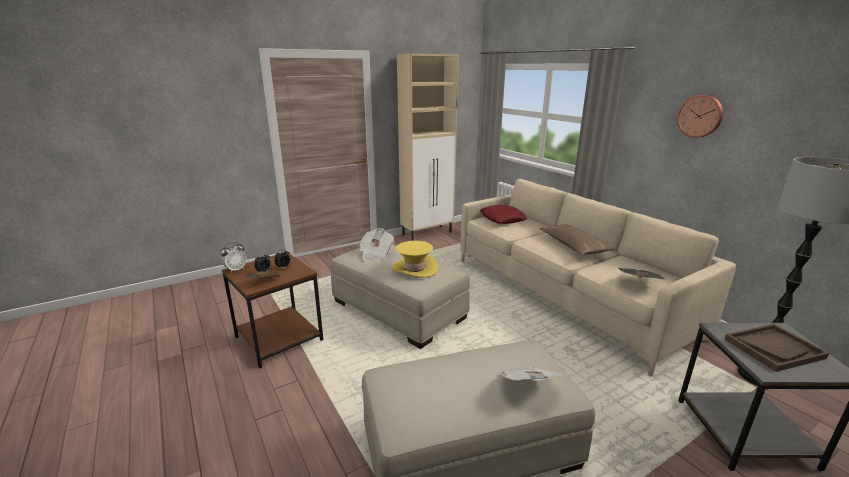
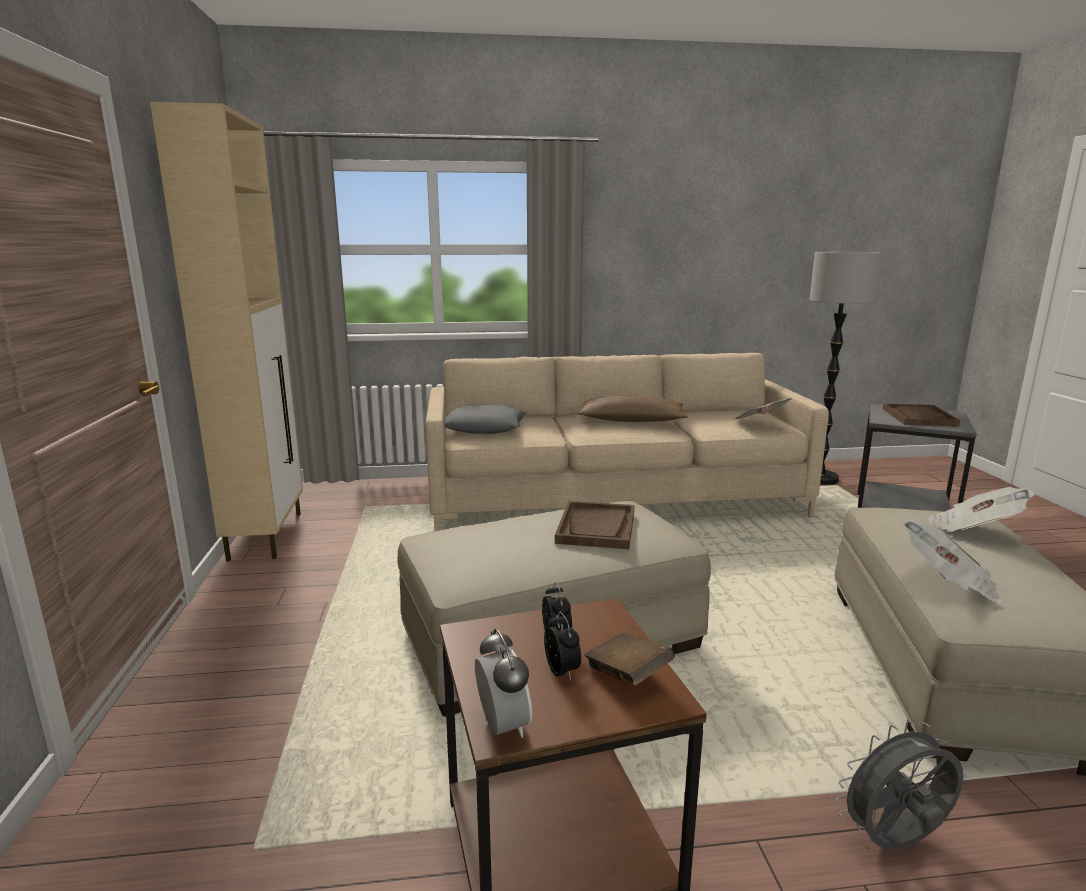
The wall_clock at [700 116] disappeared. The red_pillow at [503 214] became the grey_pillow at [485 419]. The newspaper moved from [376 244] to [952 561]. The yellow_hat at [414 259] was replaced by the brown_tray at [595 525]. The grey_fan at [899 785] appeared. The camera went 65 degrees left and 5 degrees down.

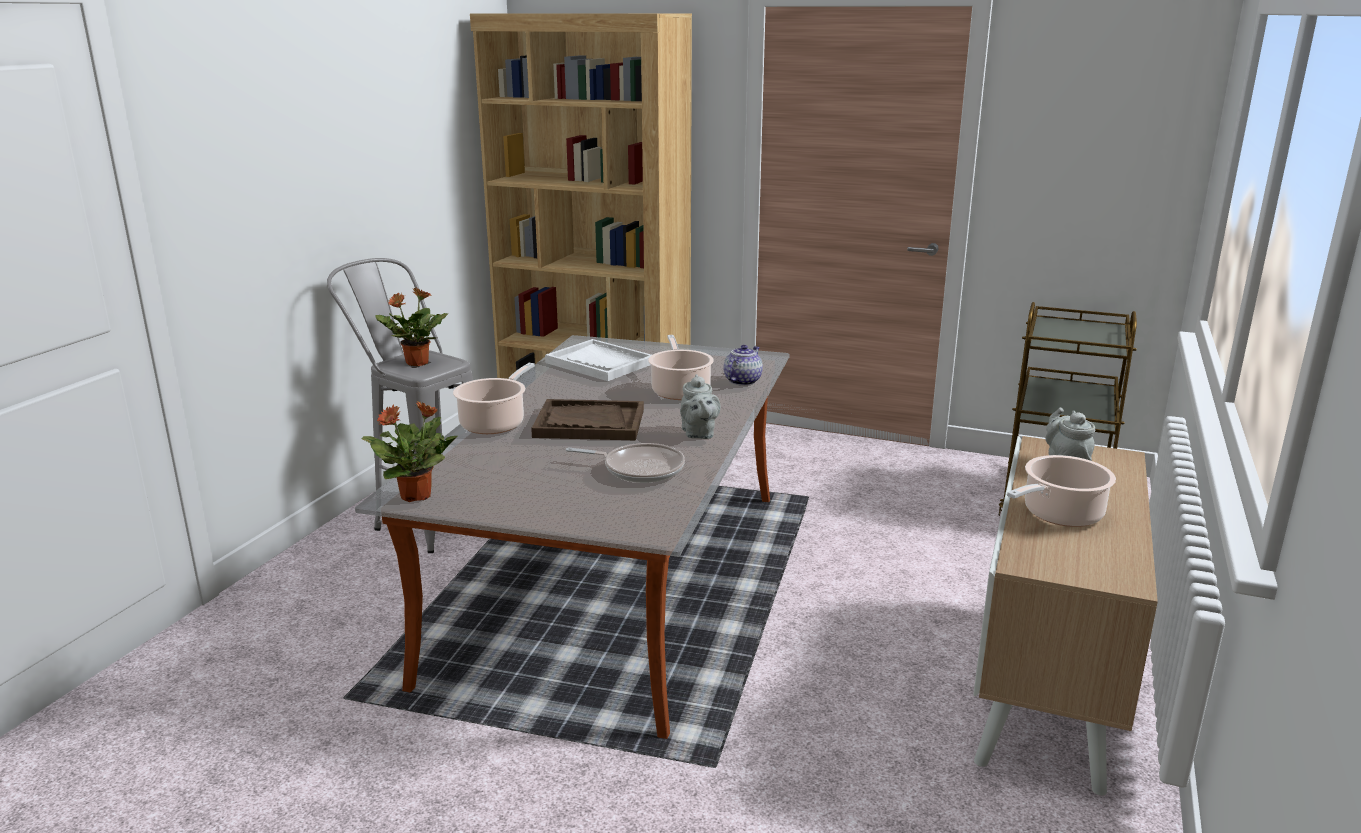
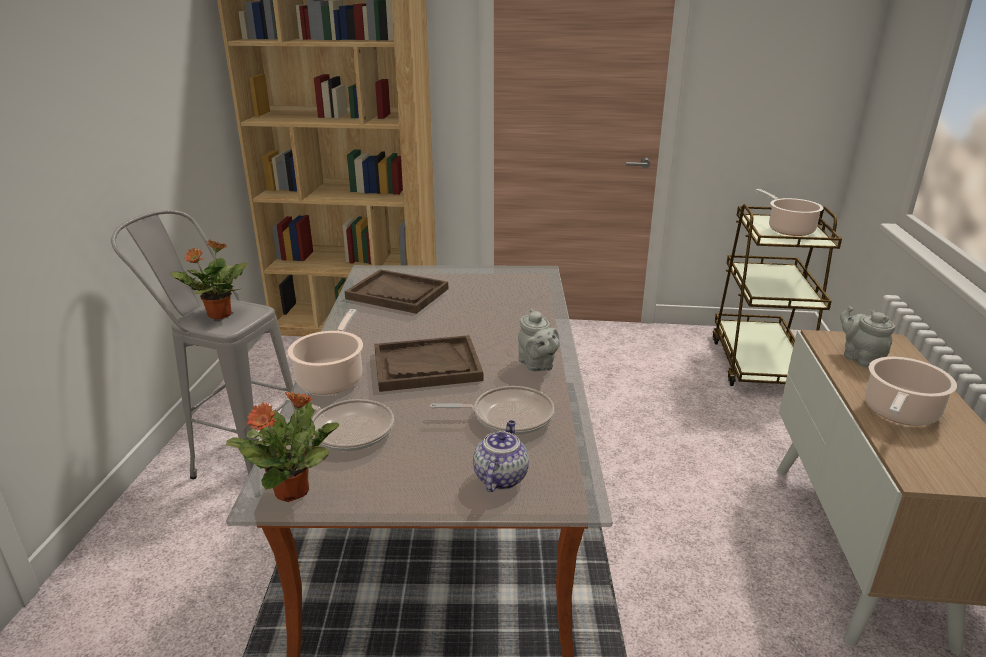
The cooking_pot moved from [681 367] to [789 212]. The white_tray at [598 360] became the brown_tray at [396 291]. The teapot moved from [743 365] to [501 456]. The frying_pan at [340 424] appeared. The camera went 15 degrees left and 5 degrees up.

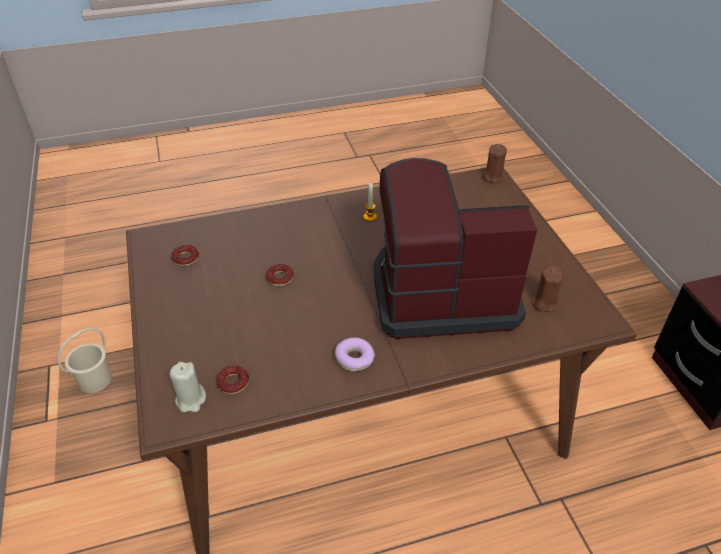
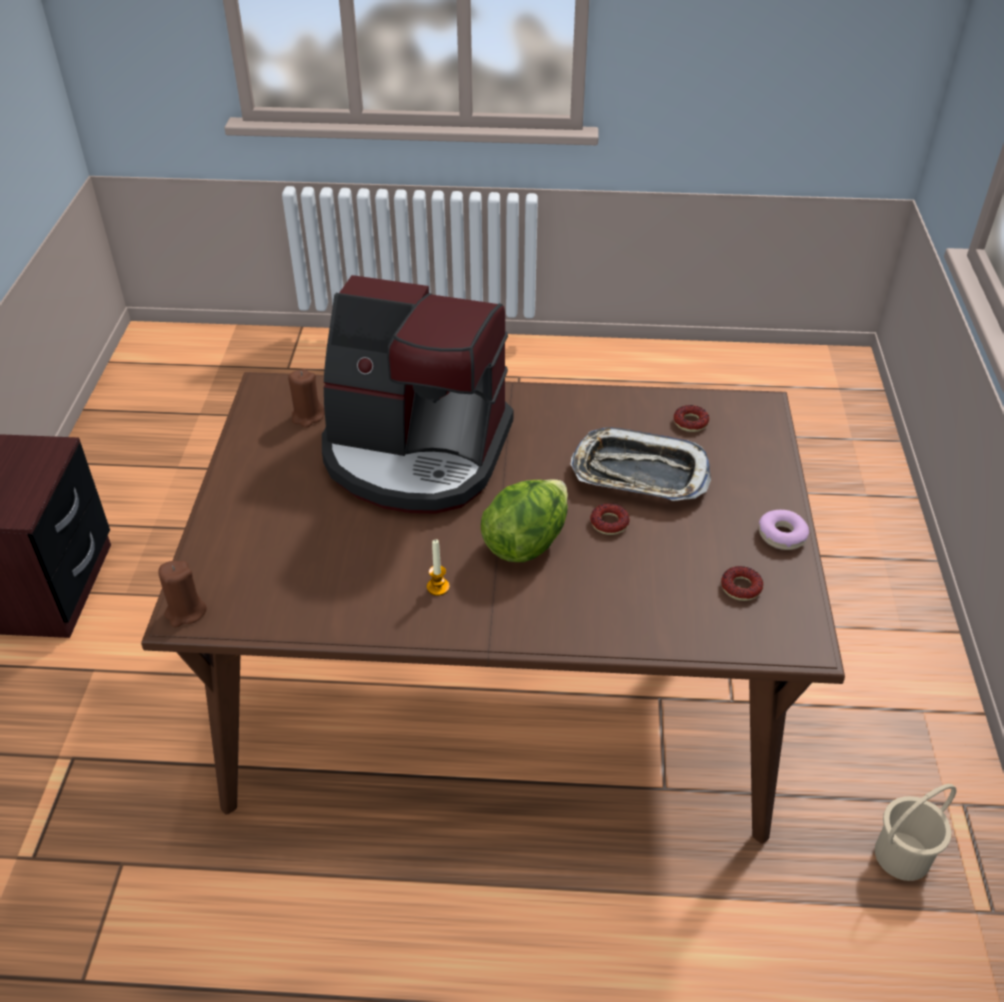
The donut moved from [355 354] to [784 530]. The beige_candle at [188 387] disappeared. The tray at [641 464] appeared. The lettuce at [524 520] appeared. The camera went 160 degrees left and 0 degrees up.

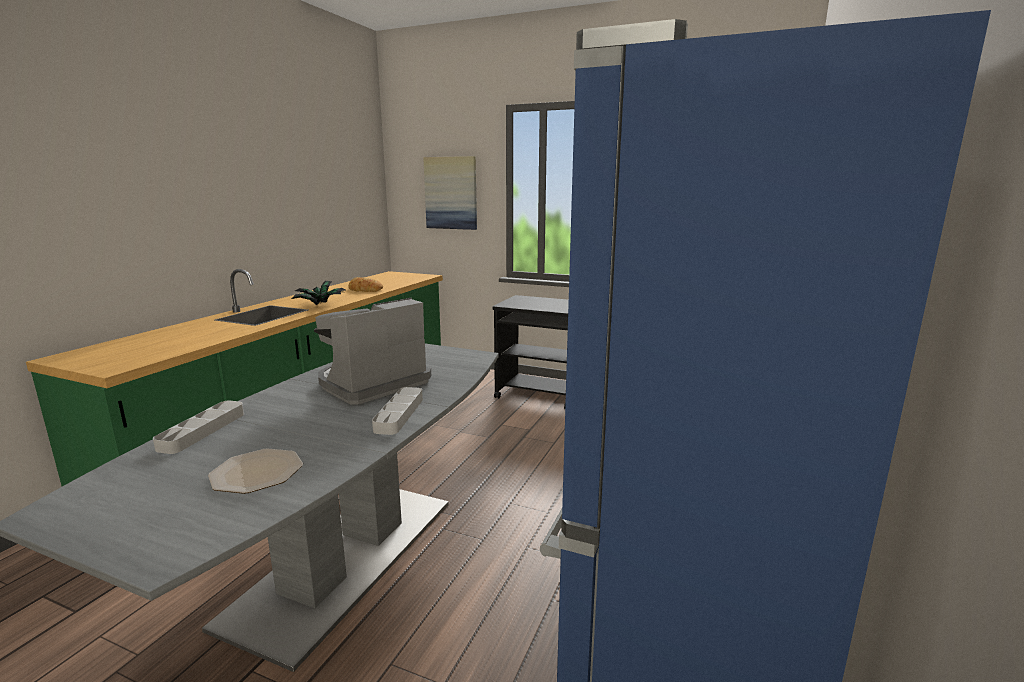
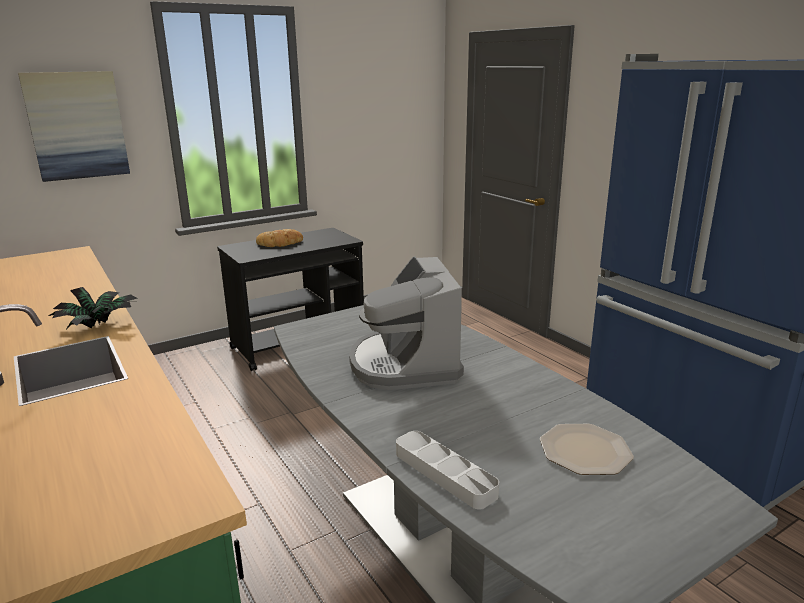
The bread moved from [366 284] to [279 238]. The grey_tray at [397 411] disappeared. The camera went 55 degrees left and 5 degrees up.

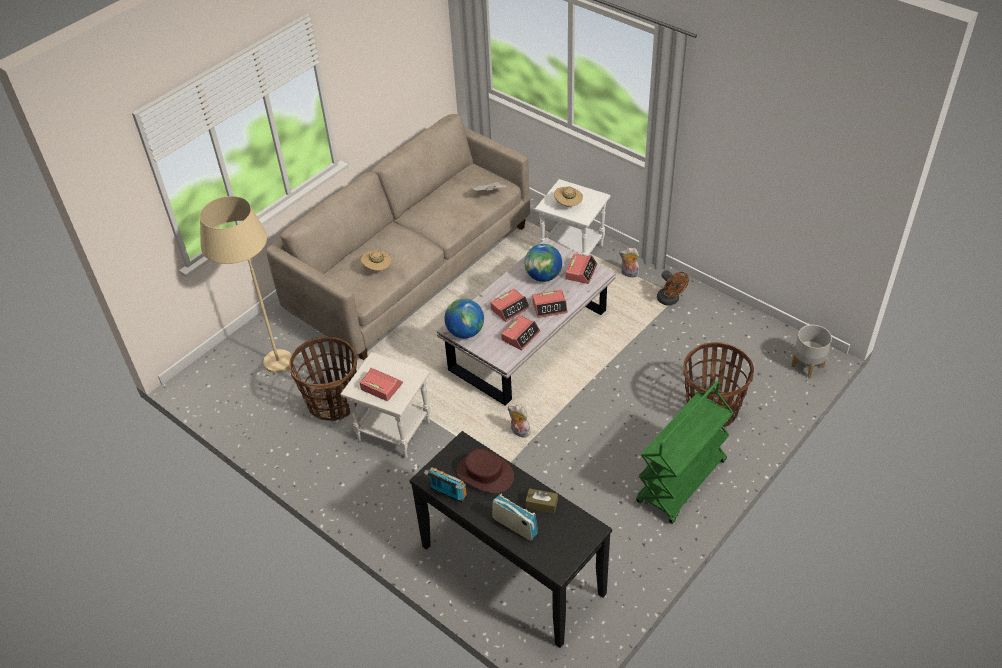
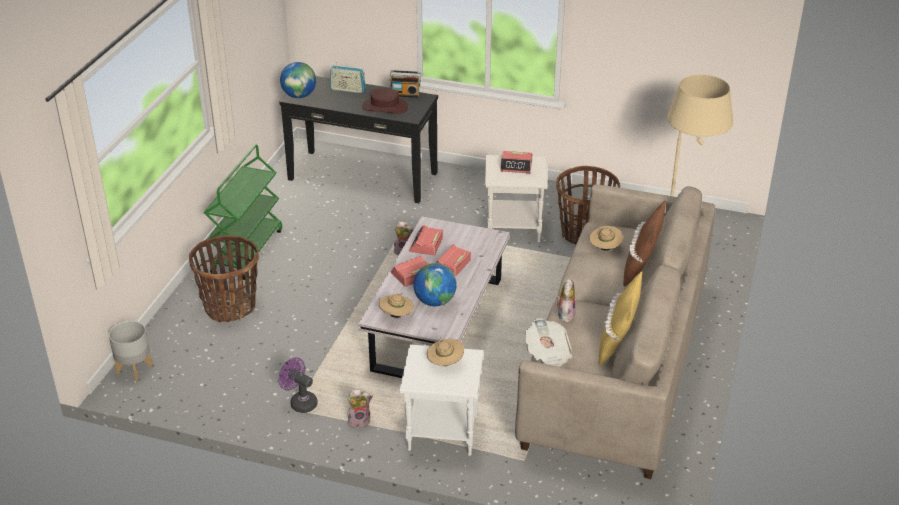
The alarm_clock at [581 268] was replaced by the beige_hat at [396 306]. The brown_fan at [673 287] became the purple_fan at [298 385]. The globe moved from [464 318] to [298 80]. The brown_tissue_box at [541 501] disappeared. The brown_pillow at [644 243] appeared. The yellow_pillow at [620 318] appeared. The plush_toy at [566 300] appeared. The camera went 155 degrees right and 10 degrees down.

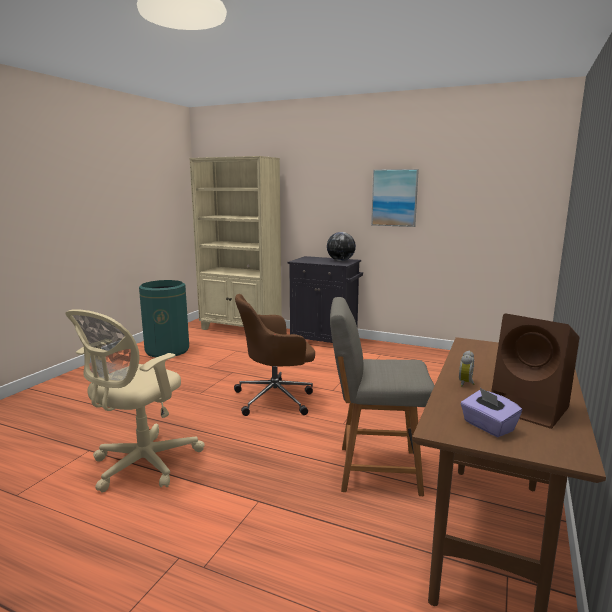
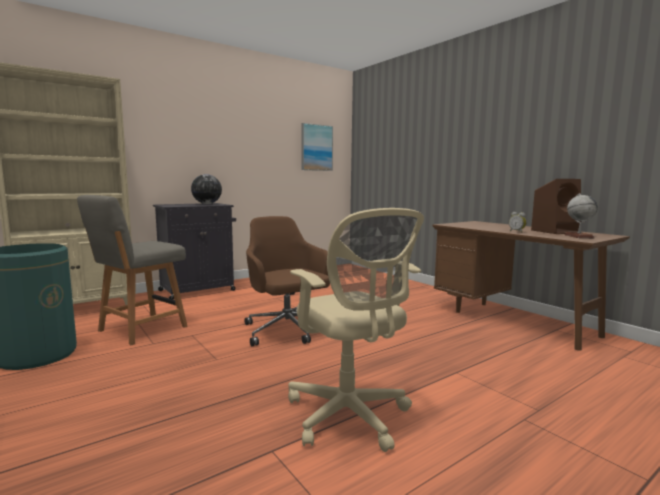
The picture moved from [395 198] to [317 147]. The brown_office_chair at [274 355] turned 135 degrees clockwise. The grey_chair moved from [382 396] to [132 270]. The purple_tissue_box at [491 412] was replaced by the globe at [581 215]. The camera went 60 degrees left and 5 degrees down.

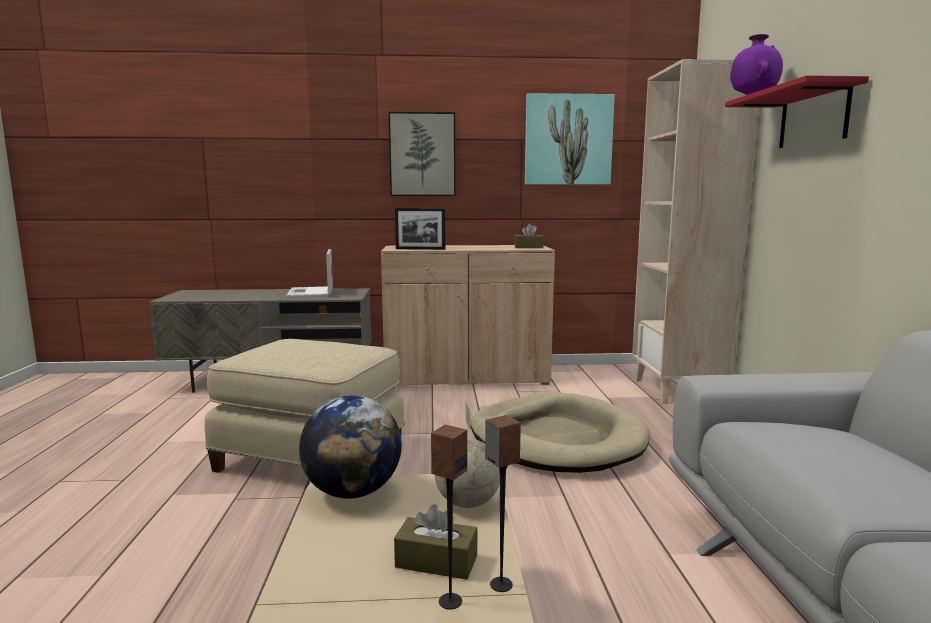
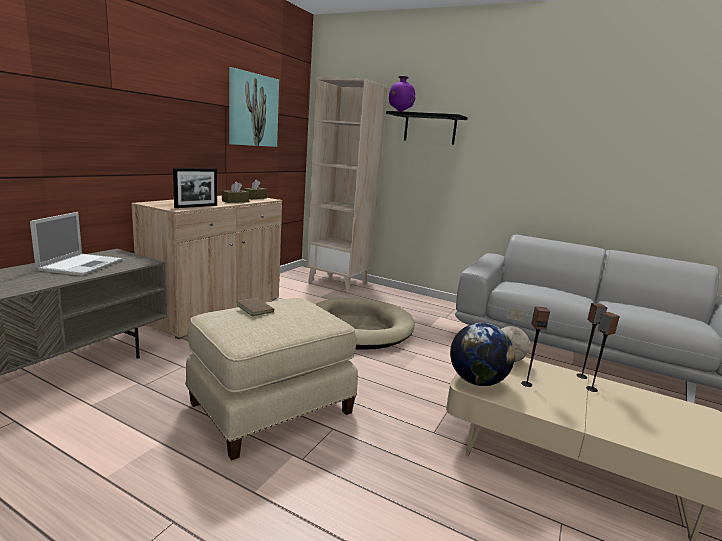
The red_shelf at [797 111] became the black_shelf at [427 127]. The picture at [422 154] disappeared. The laptop at [309 273] turned 105 degrees counterclockwise. The brown_tissue_box moved from [435 542] to [235 192]. The brown_book at [255 306] appeared. The speaker at [535 346] appeared. The camera went 60 degrees left and 5 degrees up.

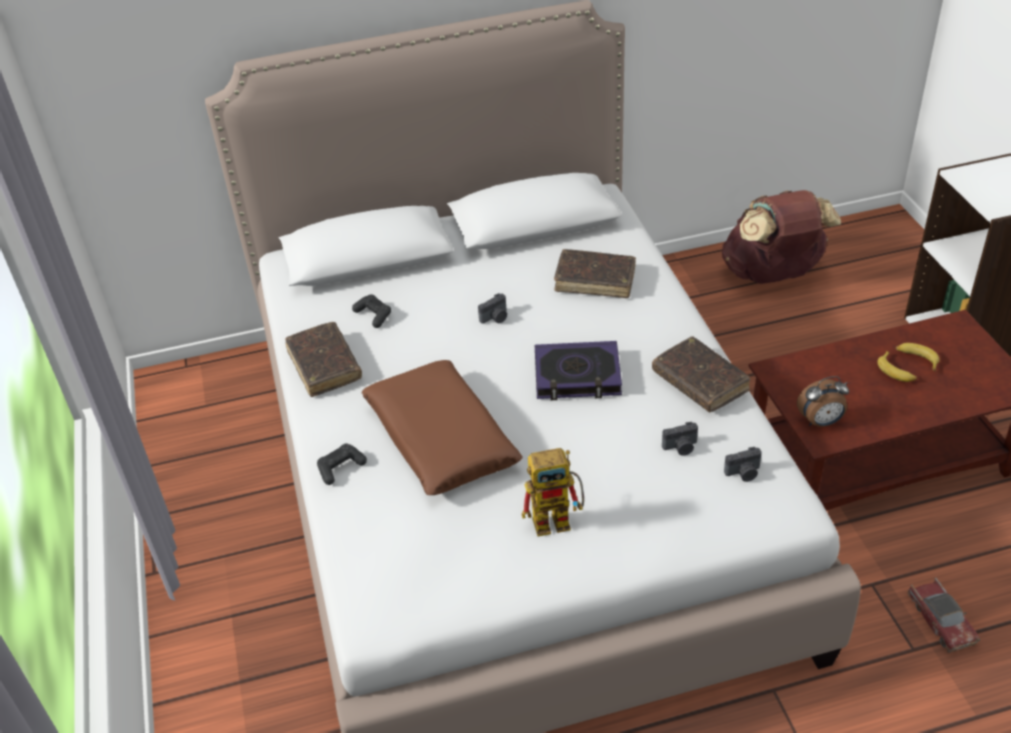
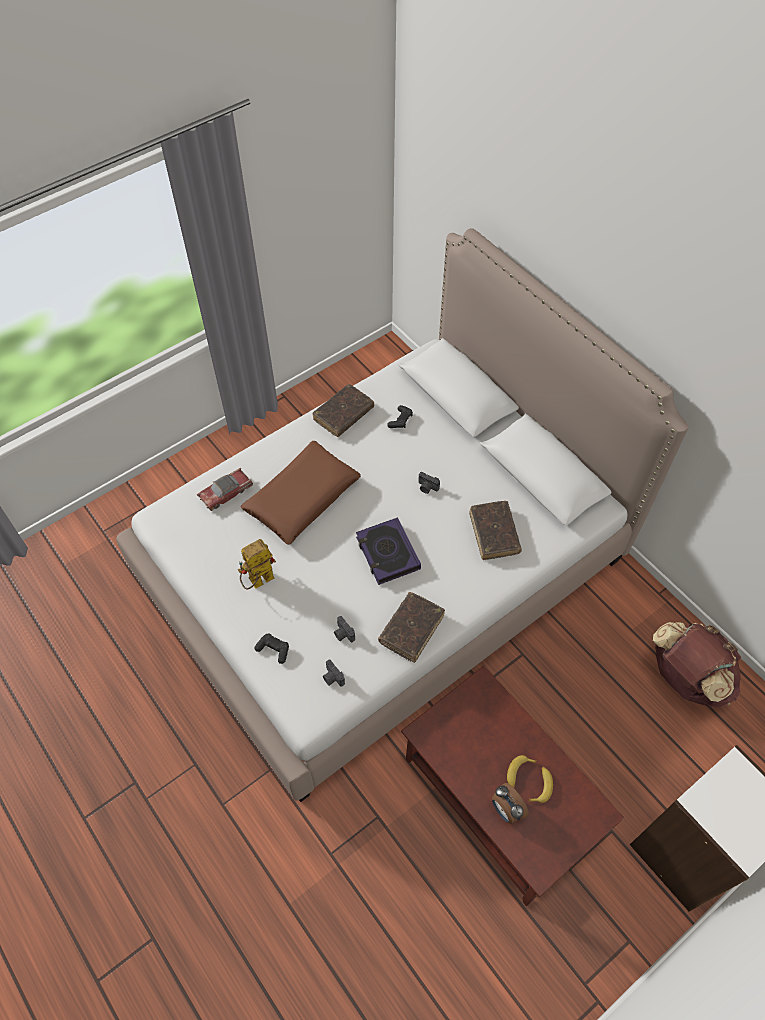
The alarm_clock moved from [823 401] to [510 803]. The black_game_controller moved from [342 464] to [272 649]. The toy_robot at [553 492] turned 90 degrees clockwise. The toy_car moved from [944 615] to [225 489]. The camera went 65 degrees right and 15 degrees up.

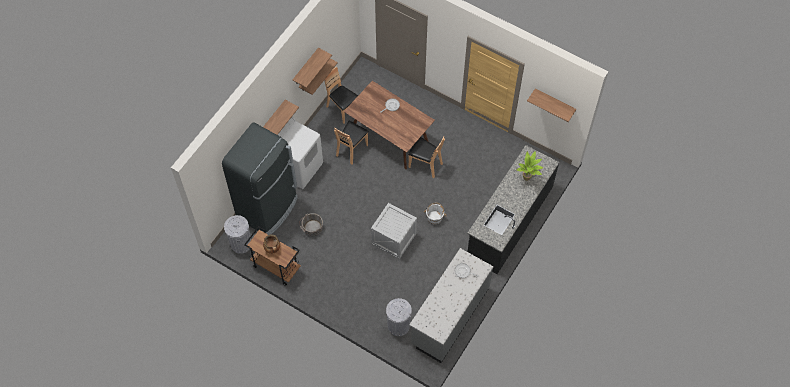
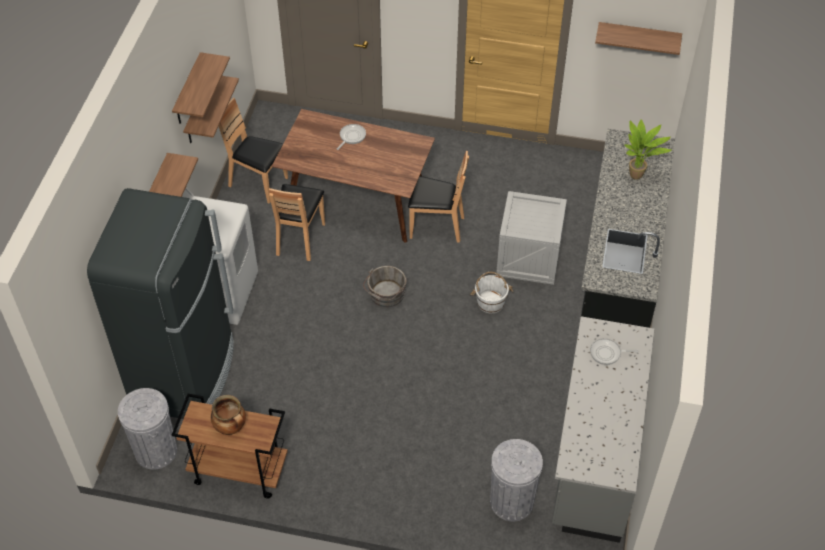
The crate moved from [394 231] to [531 238]. The grey_bucket moved from [311 224] to [385 286]. The camera went 20 degrees left and 10 degrees down.

